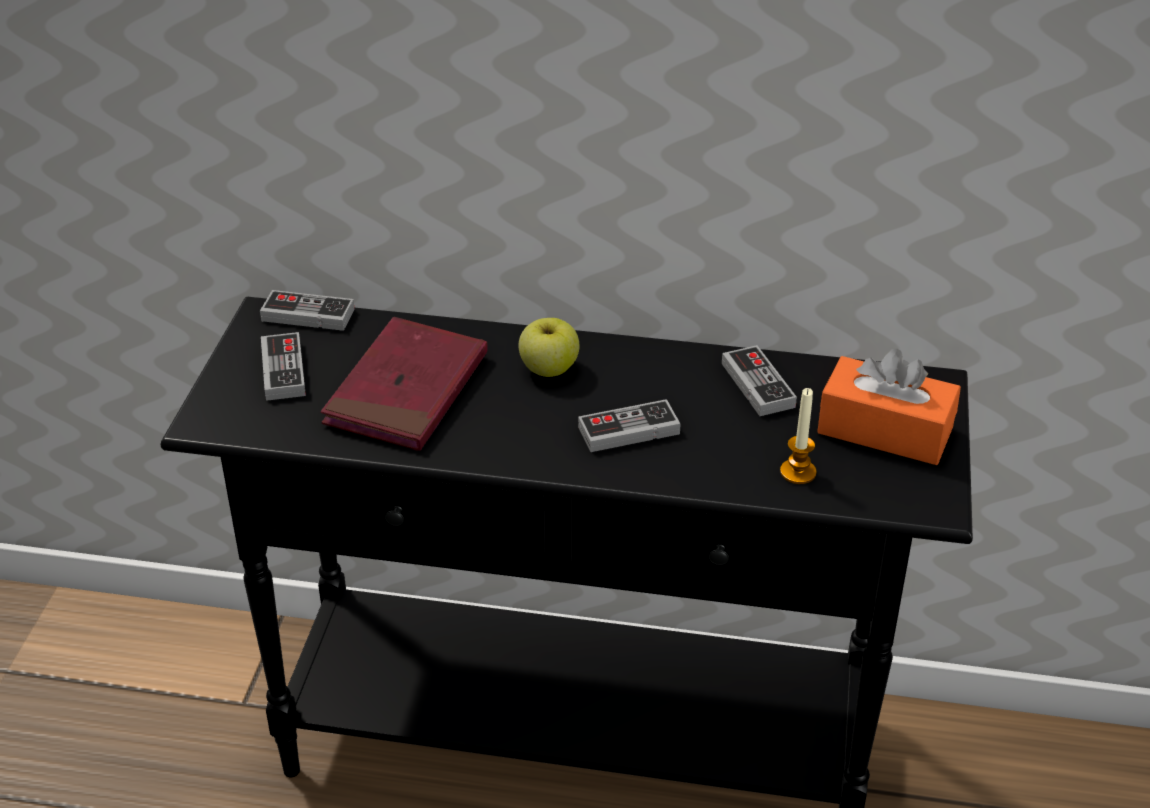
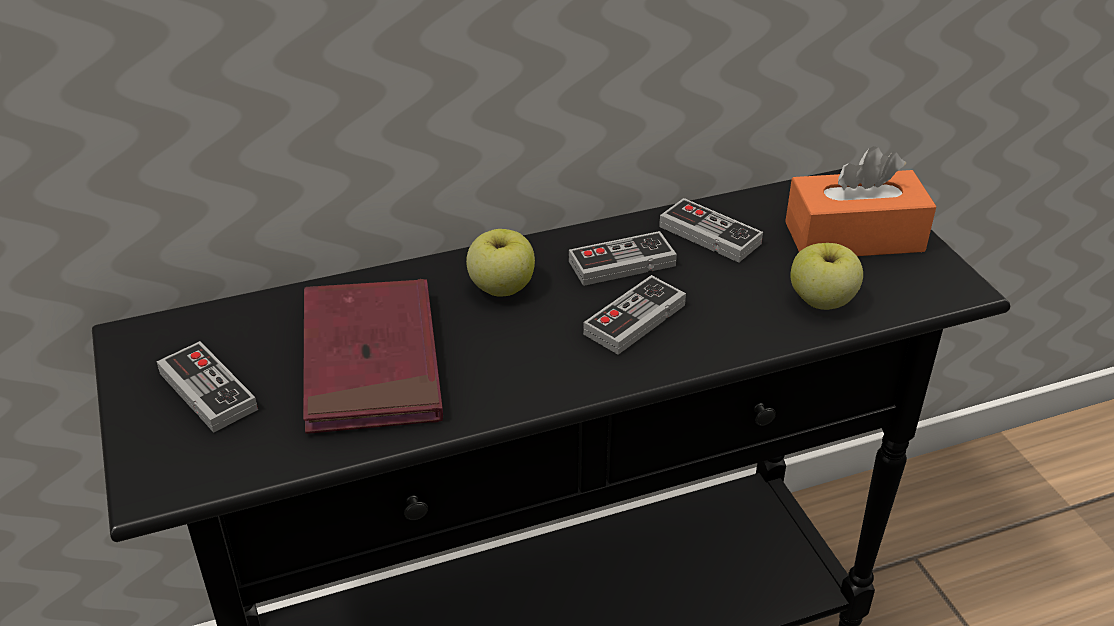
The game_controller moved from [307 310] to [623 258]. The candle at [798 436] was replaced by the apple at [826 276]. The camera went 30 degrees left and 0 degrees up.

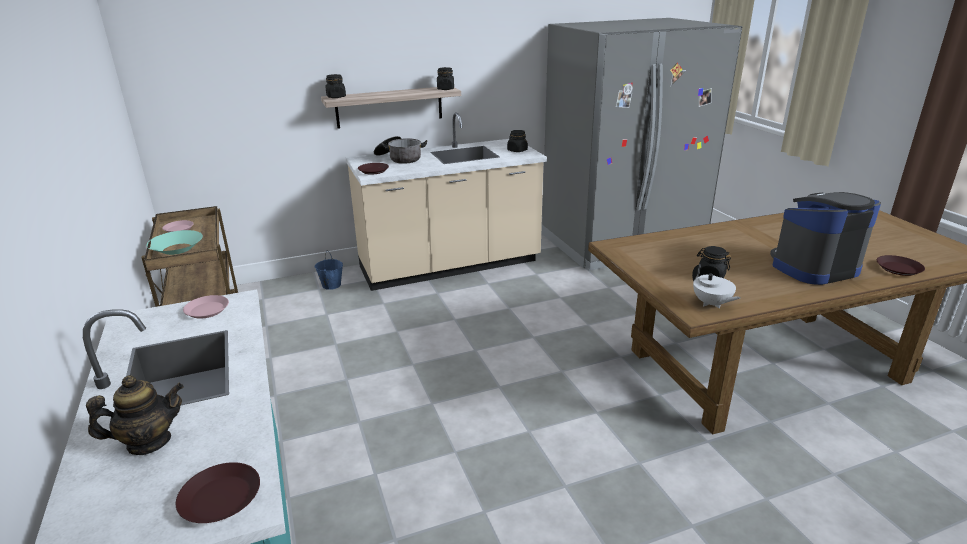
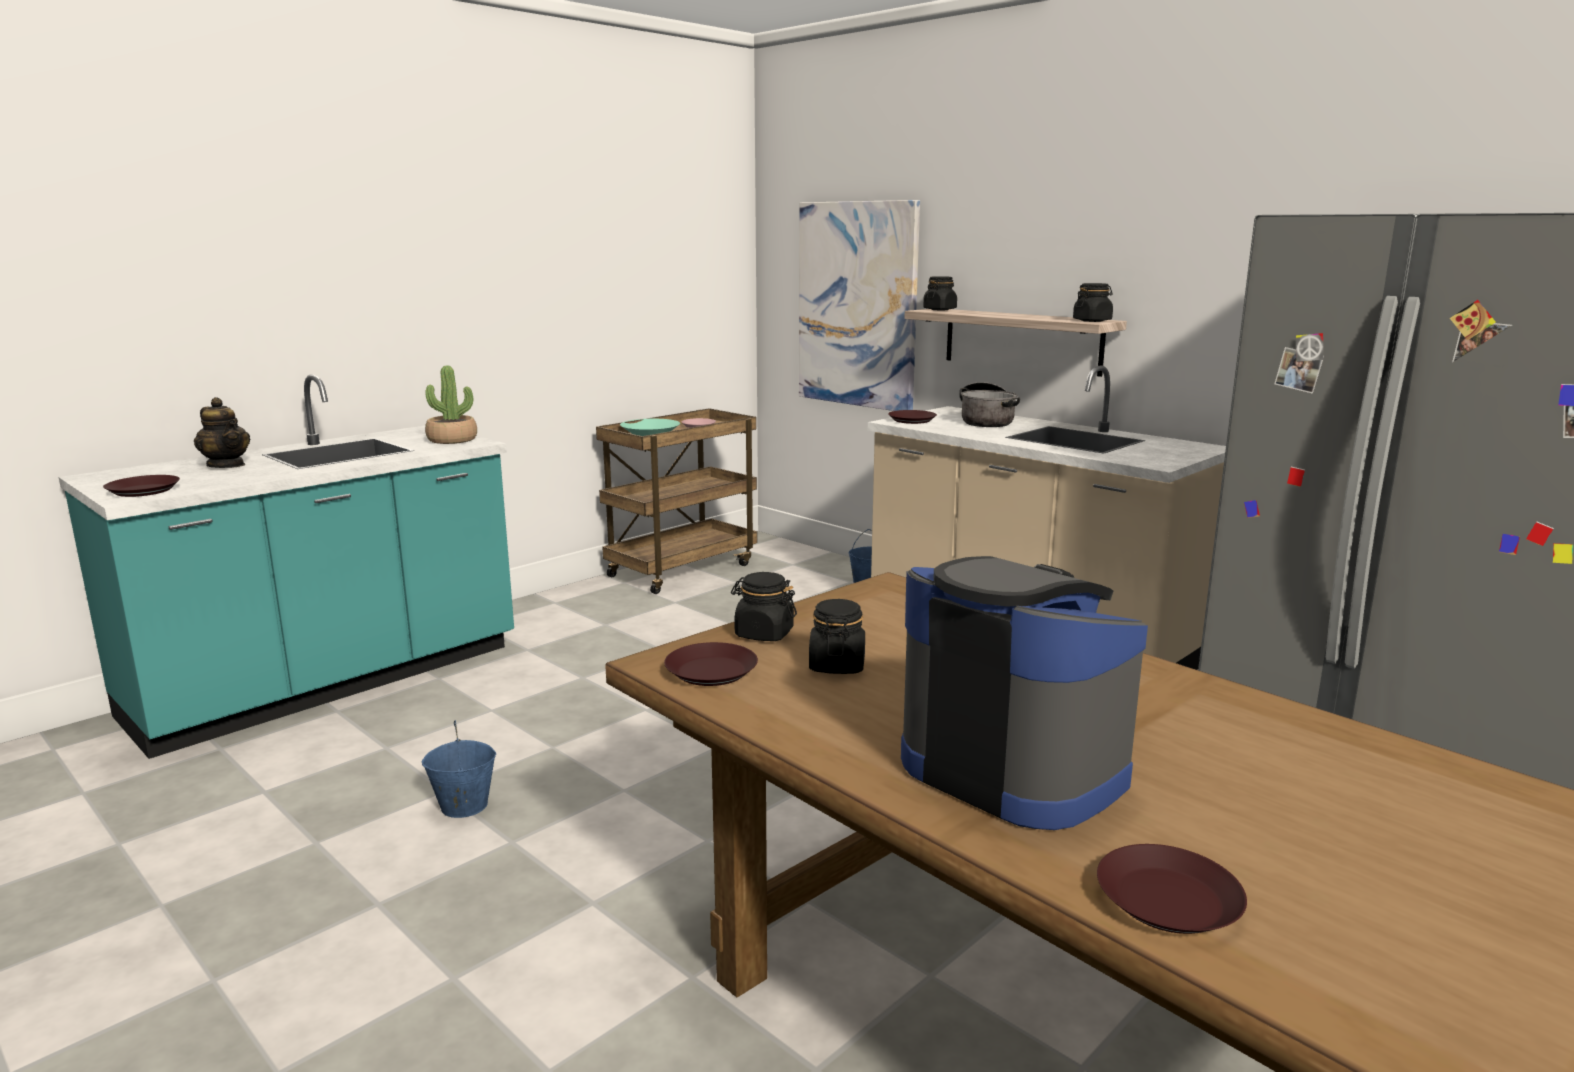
The black_jar moved from [517 141] to [764 606]. The white_teapot at [716 286] was replaced by the brown_plate at [711 664]. The pink_plate at [206 307] was replaced by the potted_plant at [451 405]. The picture at [859 305] appeared. The blue_bucket at [459 769] appeared. The camera went 65 degrees right and 10 degrees down.

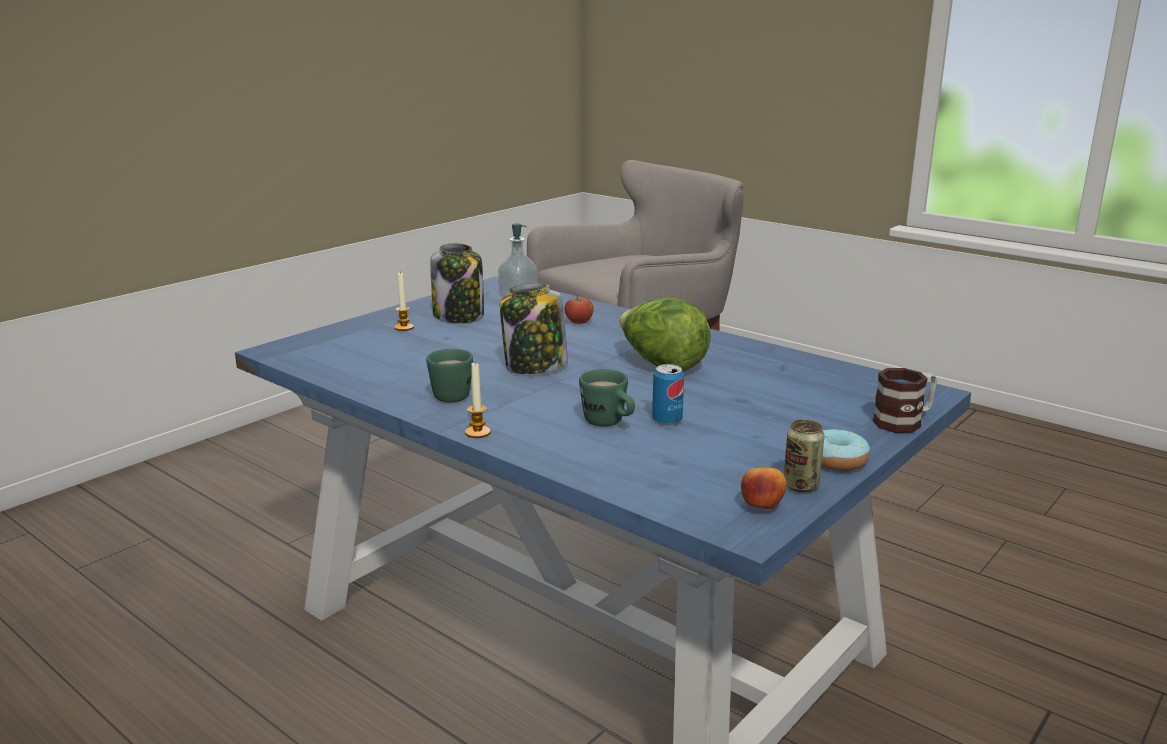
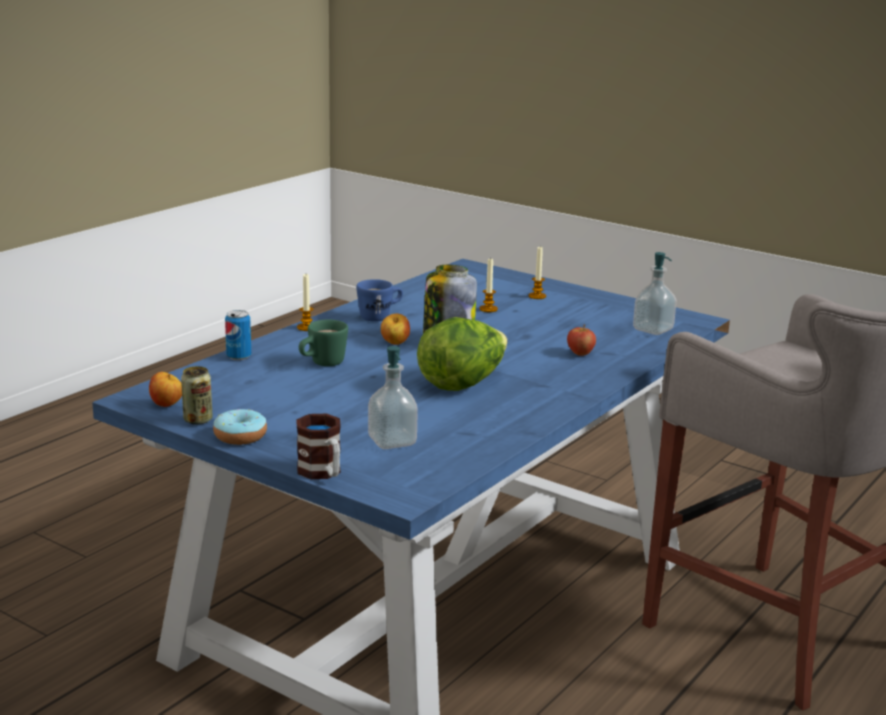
The jar at [457 283] disappeared. The green_mug at [449 376] became the blue_mug at [379 300]. The can moved from [668 394] to [238 335]. The candle at [488 284] appeared. The apple at [395 329] appeared. The soap_dispenser at [393 397] appeared. The camera went 85 degrees right and 0 degrees up.

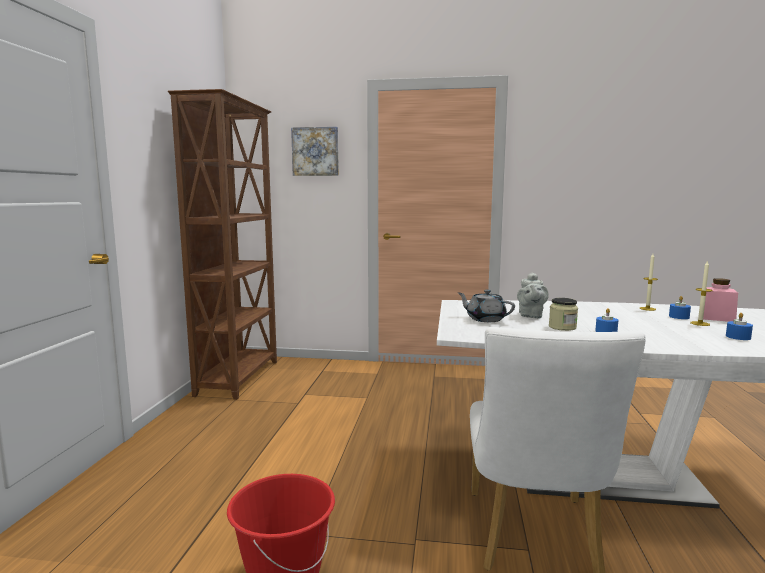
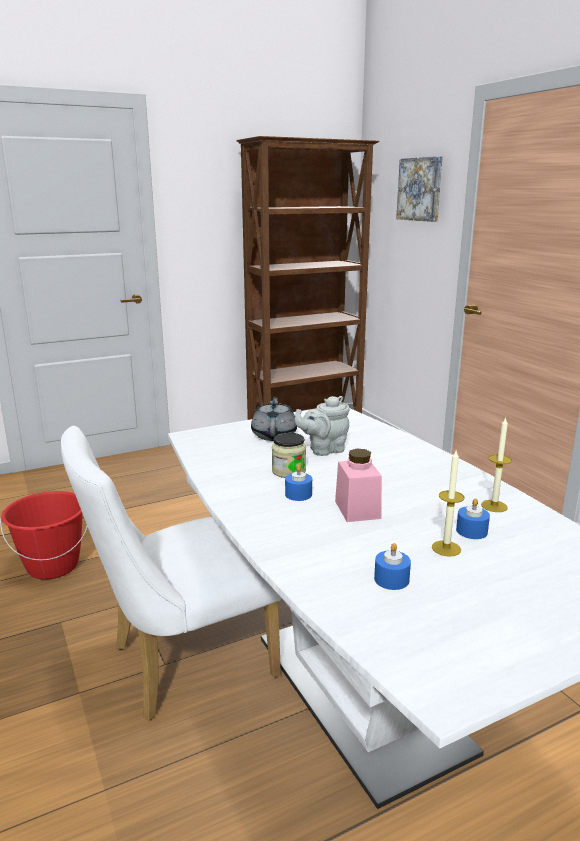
The pink_jar moved from [720 300] to [358 485]. The camera went 55 degrees right and 10 degrees up.

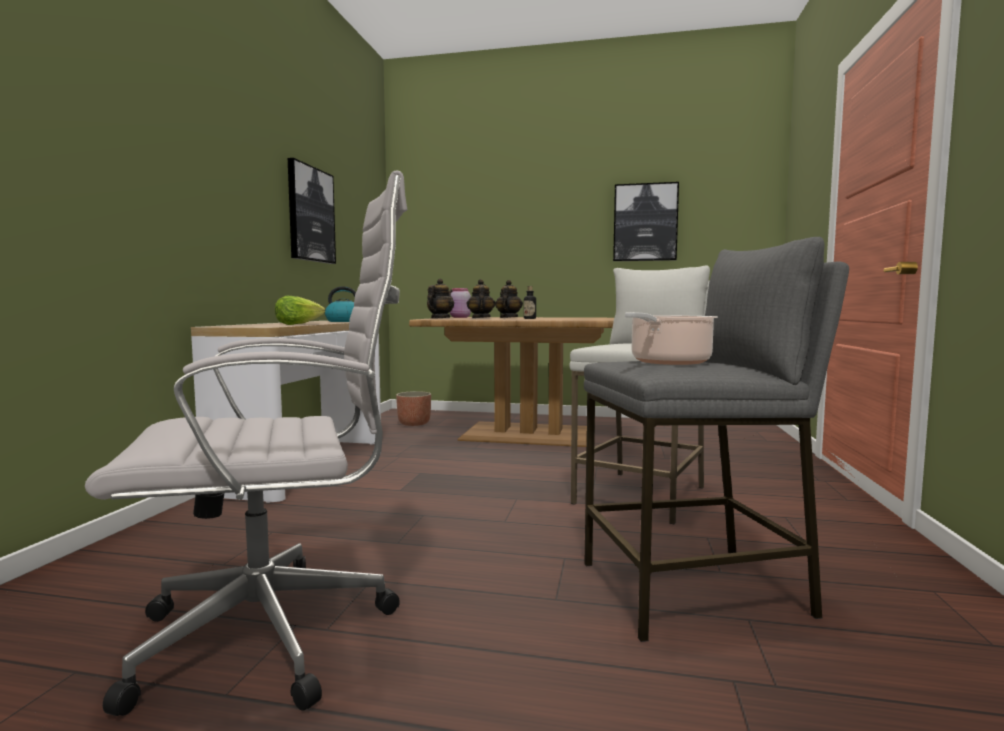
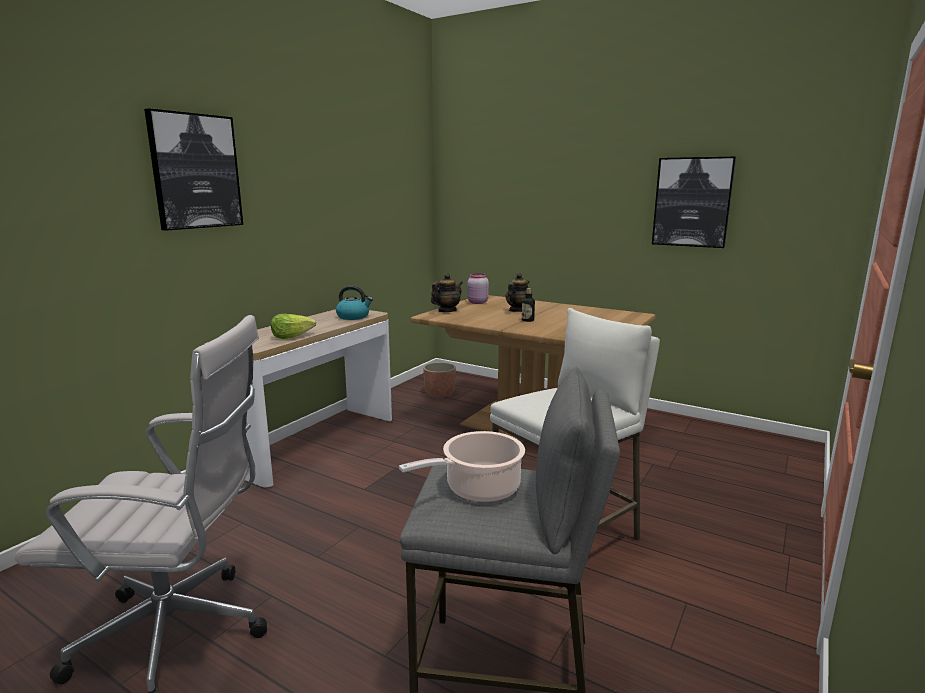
The picture moved from [312 211] to [193 169]. The teapot at [481 298] disappeared. The camera went 20 degrees right and 10 degrees up.

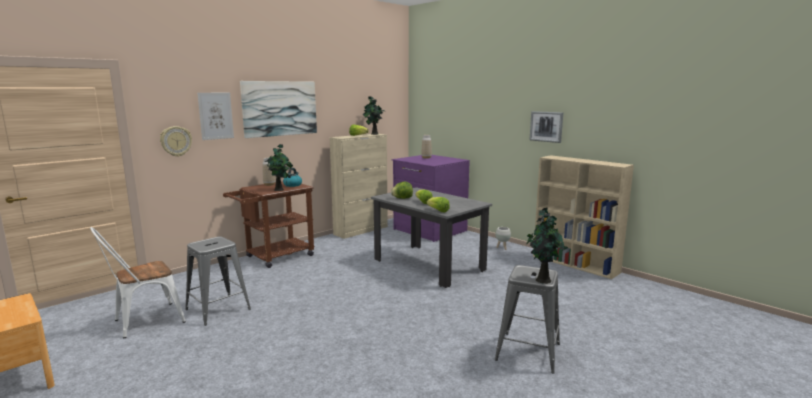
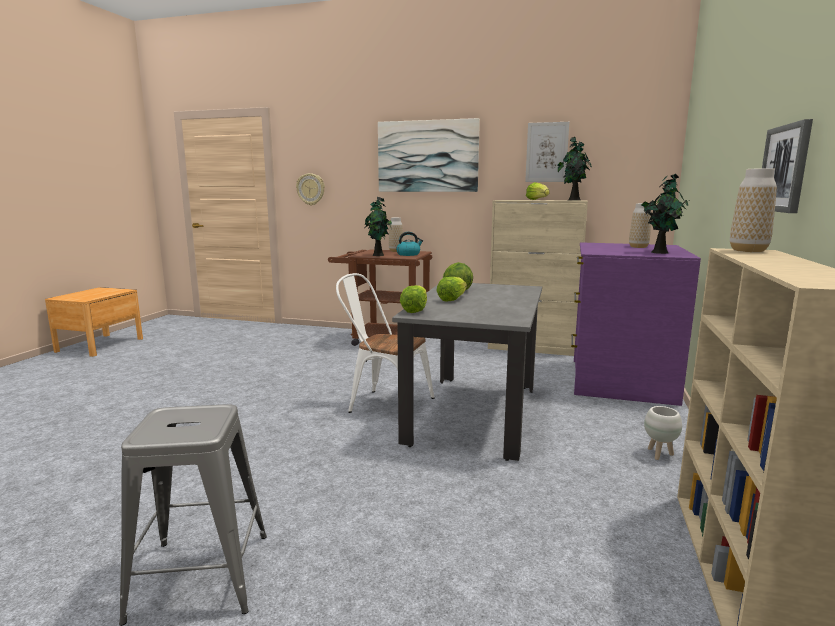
The picture moved from [215 116] to [547 152]. The potted_plant moved from [545 245] to [665 214]. The white_chair moved from [138 282] to [385 343]. The grey_stool at [218 281] disappeared. The vase at [753 210] appeared. The camera went 60 degrees right and 0 degrees up.

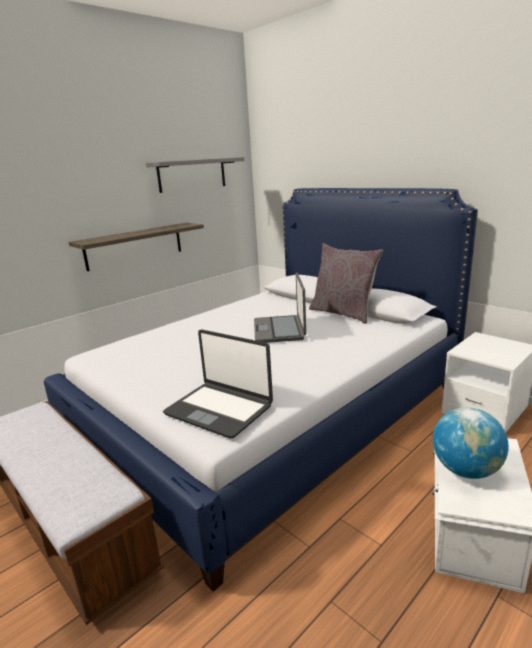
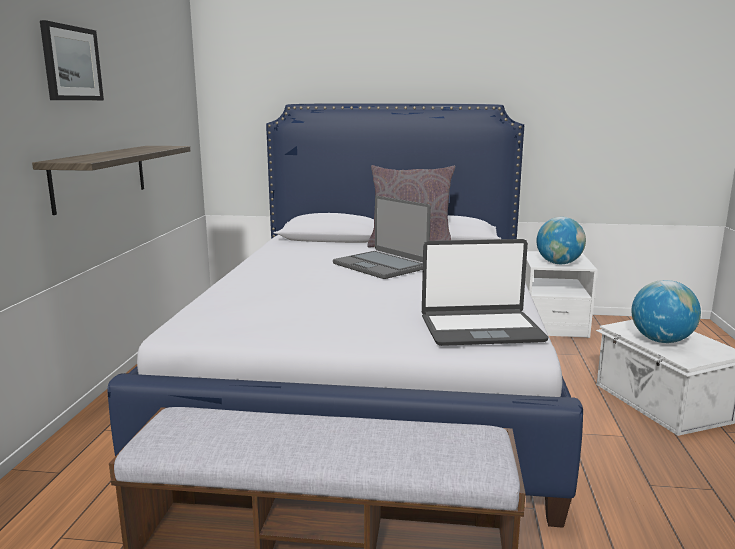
The grey_shelf at [195 175] disappeared. The picture at [72 60] appeared. The globe at [561 240] appeared. The camera went 40 degrees left and 5 degrees down.

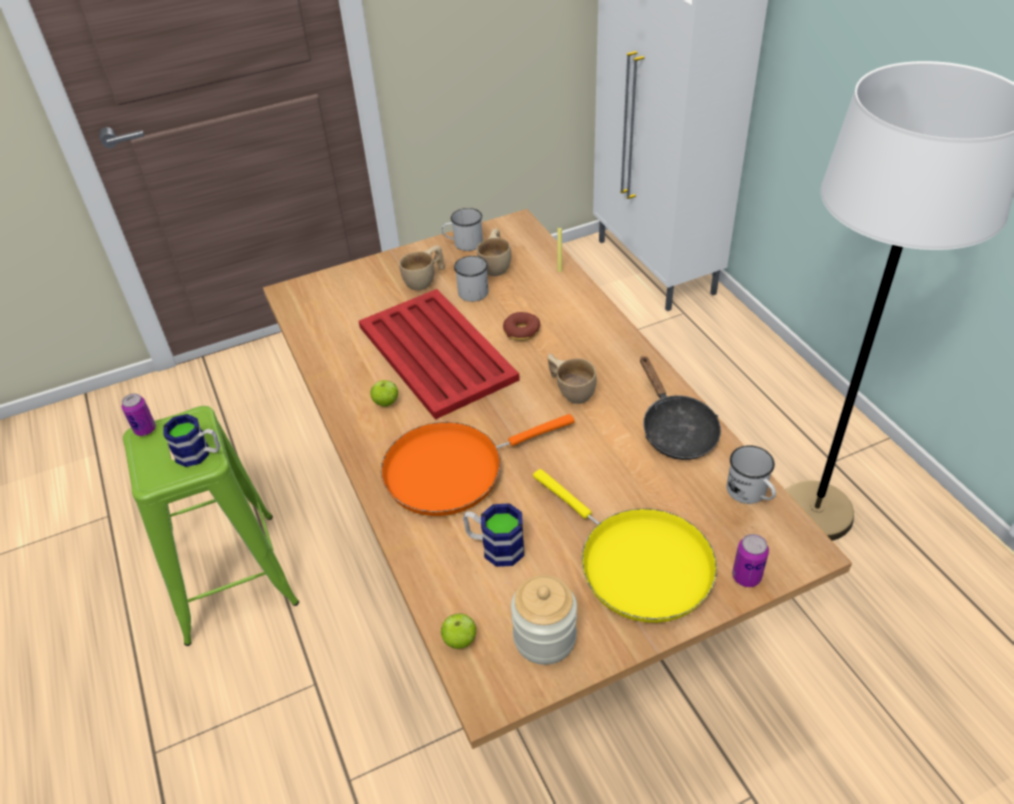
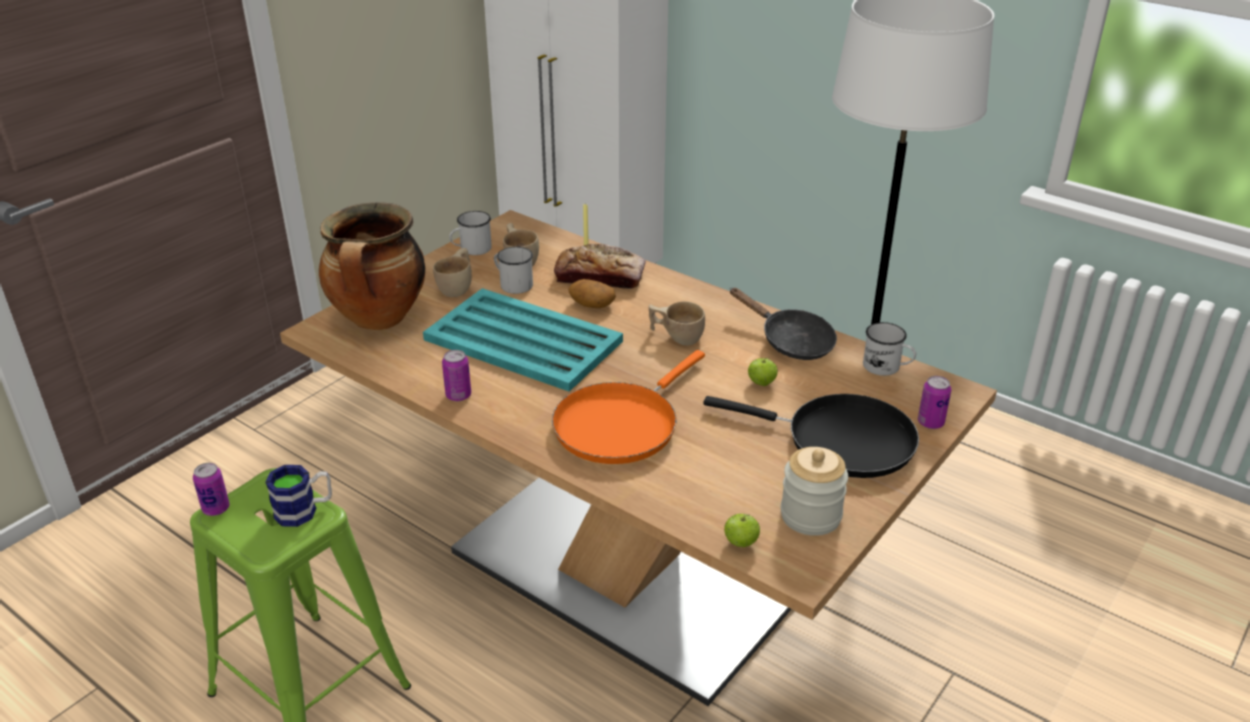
The red_tray at [439 354] became the turquoise_tray at [523 340]. The donut at [521 326] was replaced by the potato at [592 293]. The apple moved from [384 393] to [763 372]. The yellow_frying_pan at [625 546] became the black_frying_pan at [811 436]. The mug at [493 535] disappeared. The cooking_pot at [372 266] appeared. The bread at [600 266] appeared. The can at [456 375] appeared. The camera went 30 degrees left and 10 degrees down.

